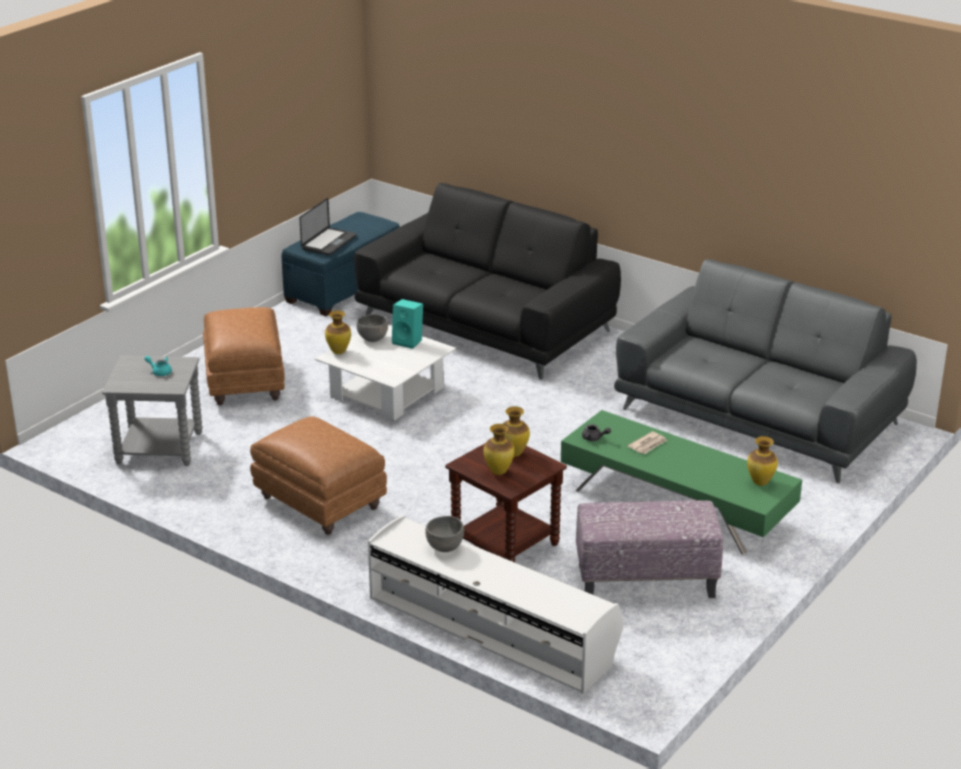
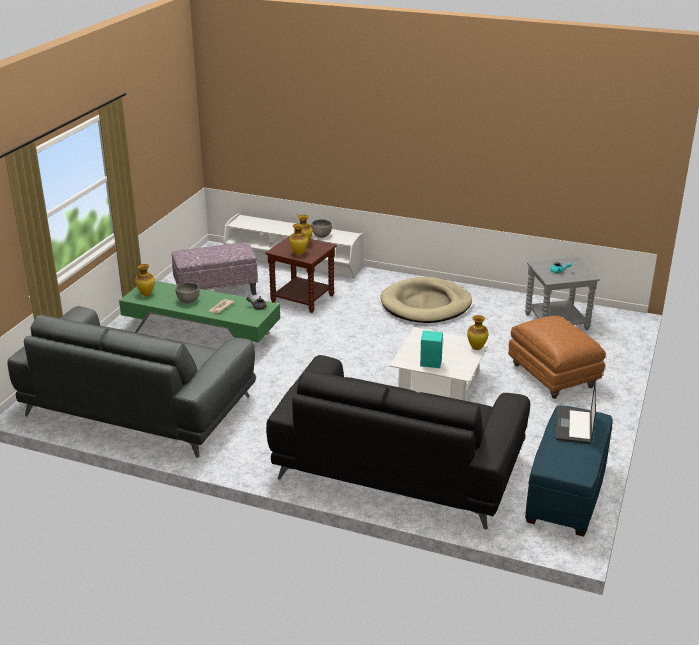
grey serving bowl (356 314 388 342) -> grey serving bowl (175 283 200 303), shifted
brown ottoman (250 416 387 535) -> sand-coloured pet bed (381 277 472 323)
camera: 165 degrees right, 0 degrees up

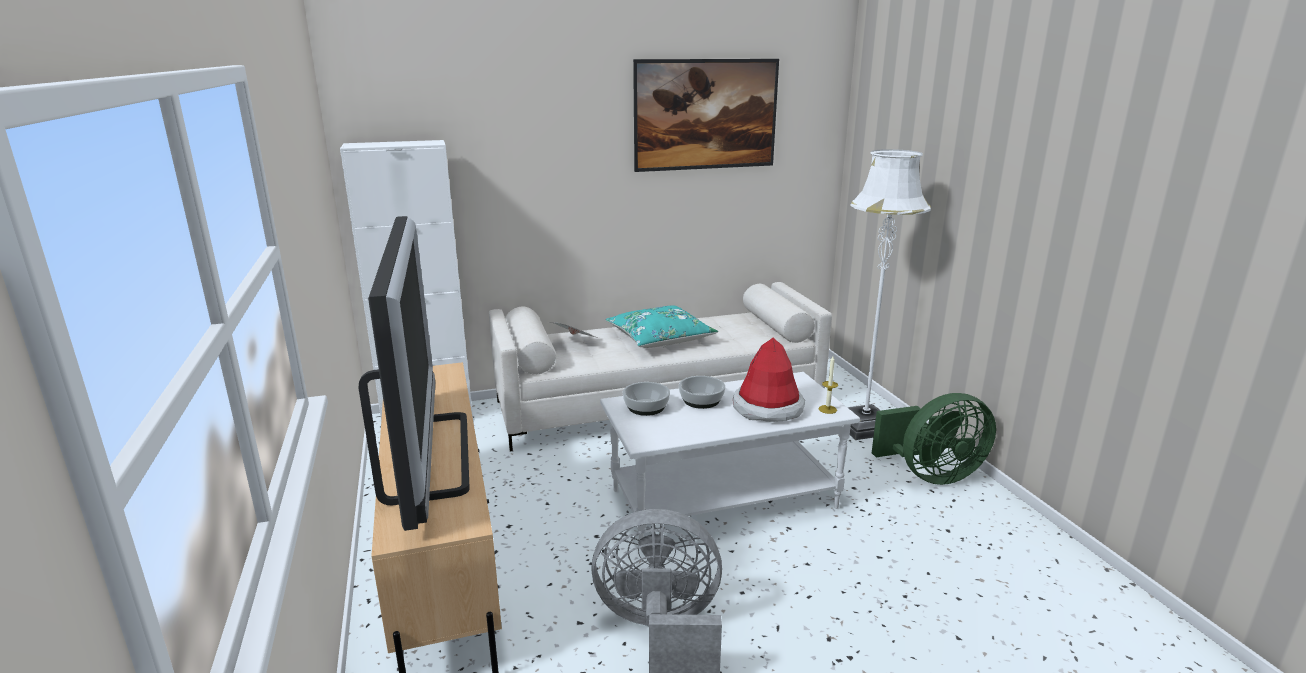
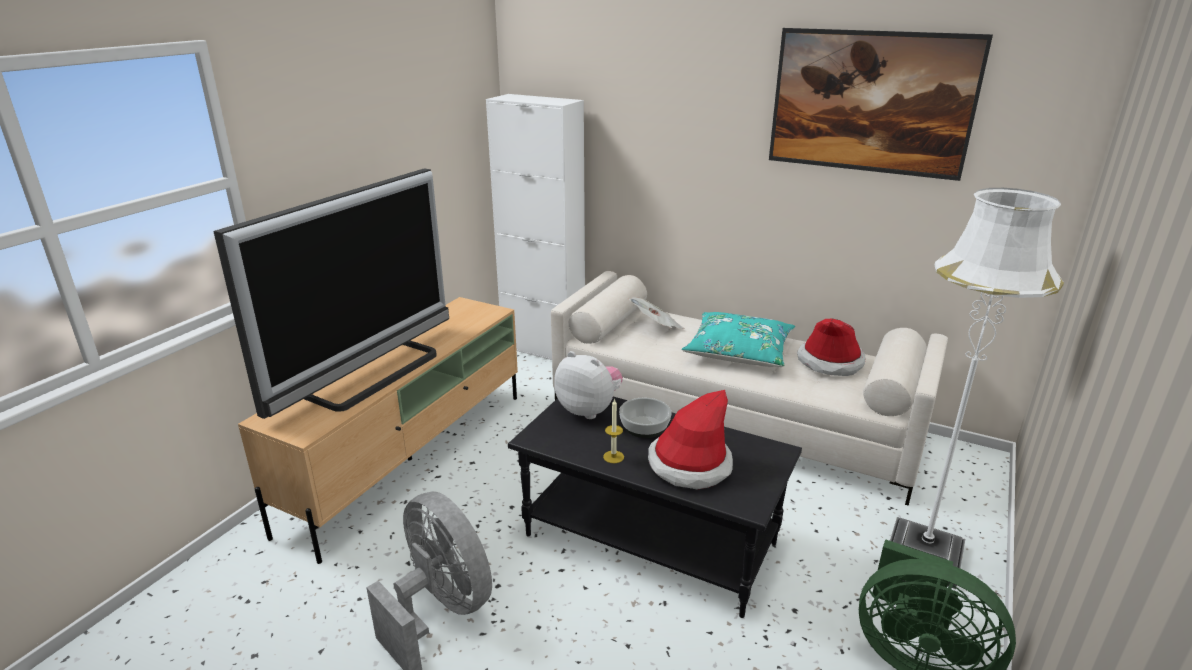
wax light (818 356 838 414) -> wax light (603 398 624 463), shifted
whitish coffee table (600 372 860 540) -> black coffee table (508 397 802 618)
serving bowl (623 382 670 416) -> soft toy (554 351 623 419)
none -> wearable hat (797 319 865 376)
camera: 45 degrees right, 5 degrees up

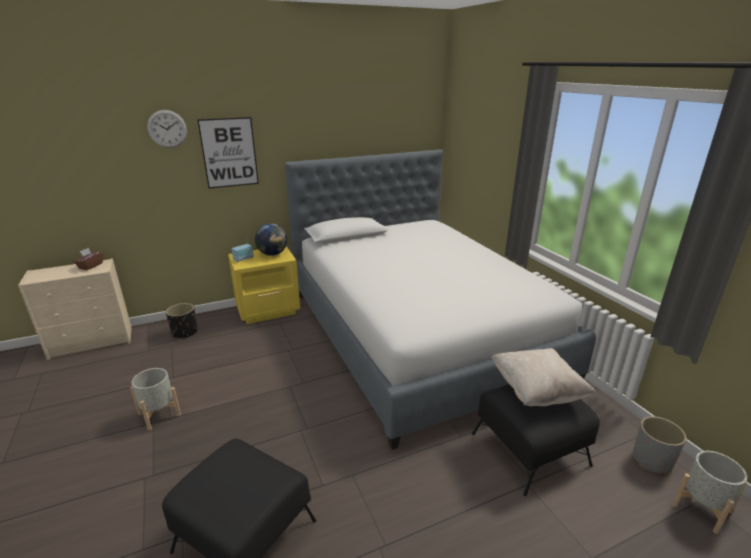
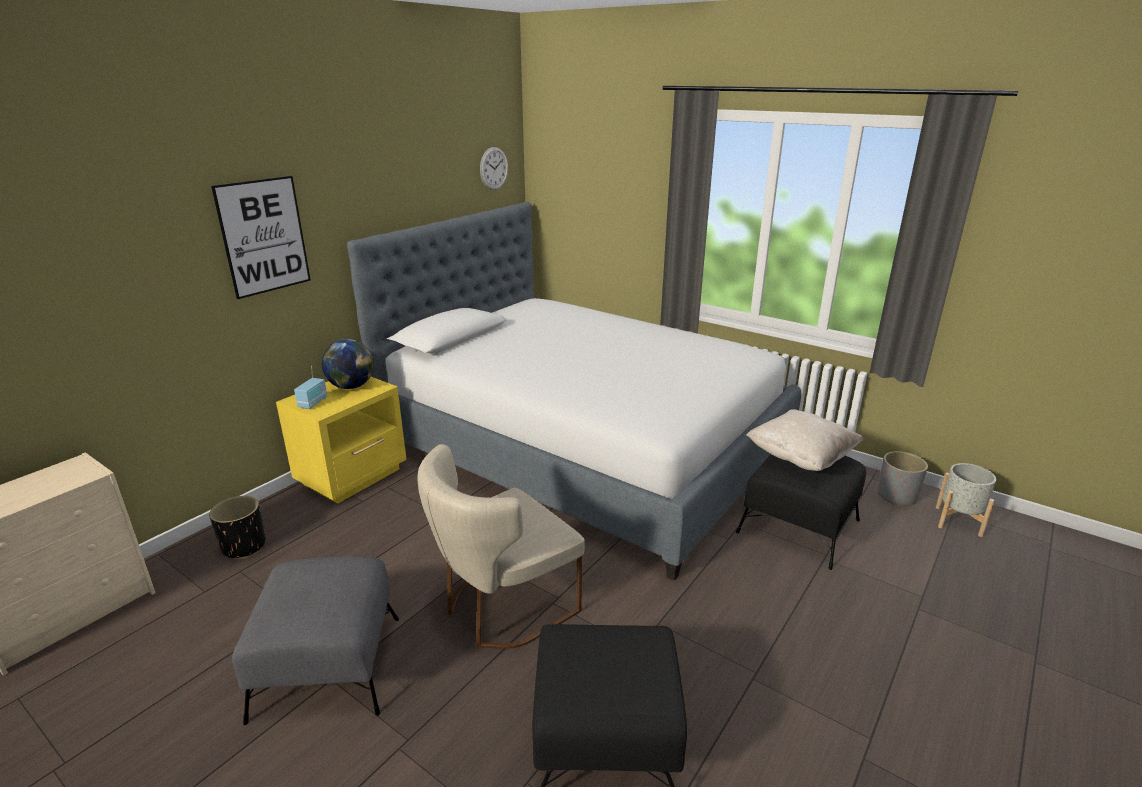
clock on the wall (147 110 187 148) -> clock on the wall (480 147 508 190), shifted
brown tissue holder (74 248 103 270) -> none
grey planter (130 368 181 430) -> grey ottoman (232 557 399 725)
none -> sand-coloured chair (417 444 585 649)
camera: 30 degrees left, 0 degrees up

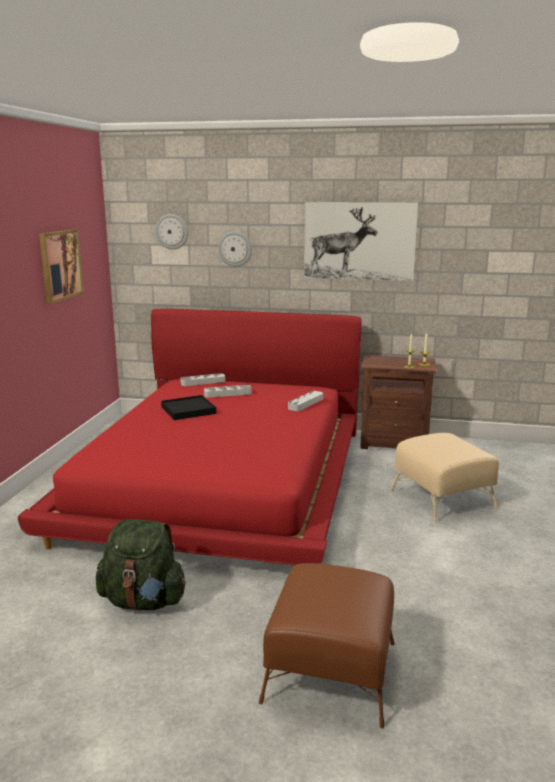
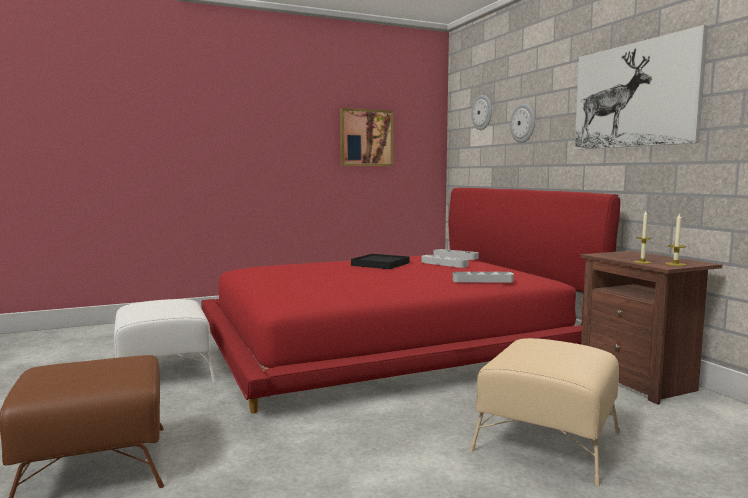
green knapsack (96 519 186 611) -> whitish ottoman (114 299 216 382)
camera: 55 degrees right, 10 degrees down

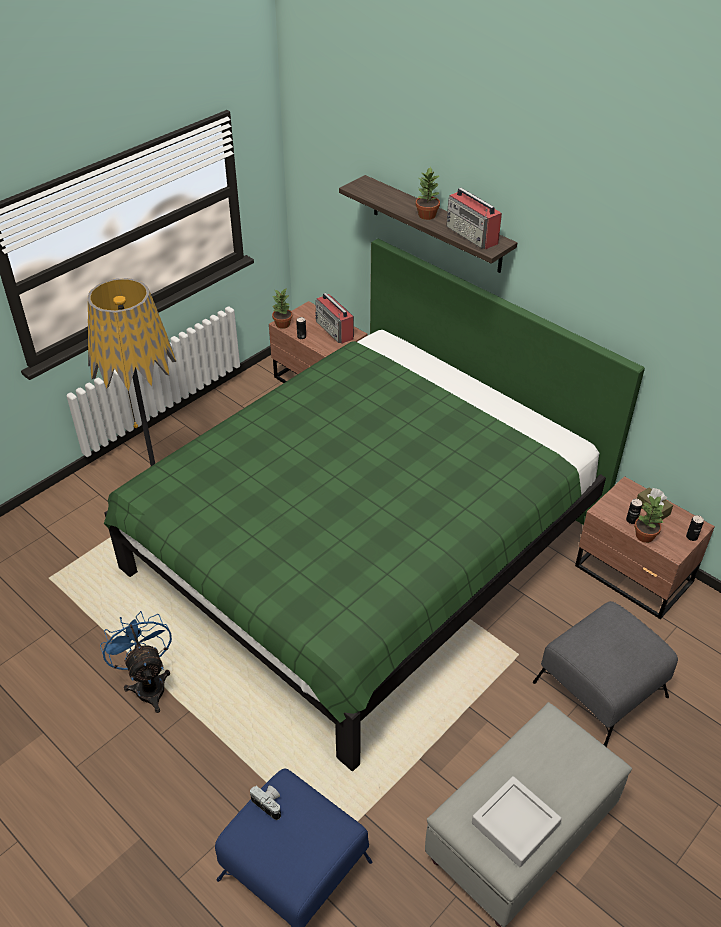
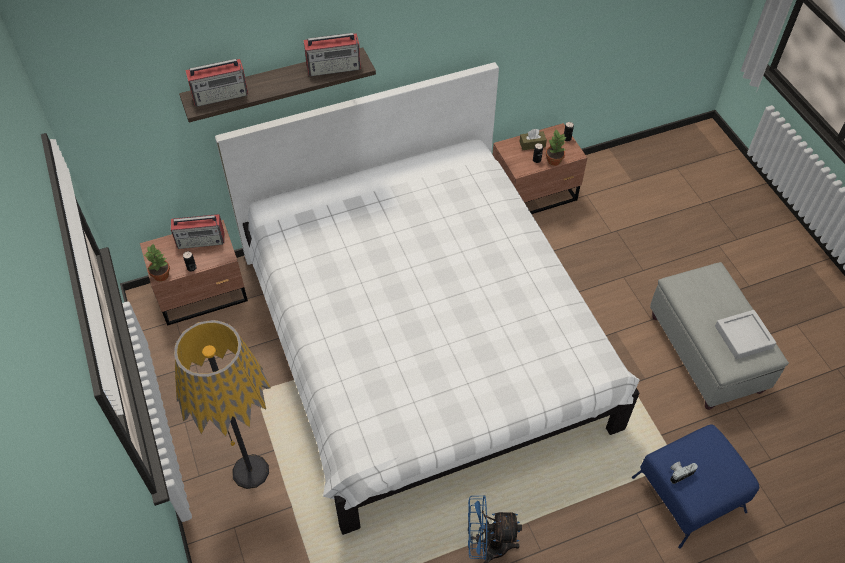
houseplant (416 167 440 220) -> none
green bedroom bed (104 239 645 771) -> whitish bedroom bed (215 62 640 535)
grey ottoman (533 601 678 747) -> none
none -> radio (185 59 248 107)
camera: 65 degrees left, 10 degrees up

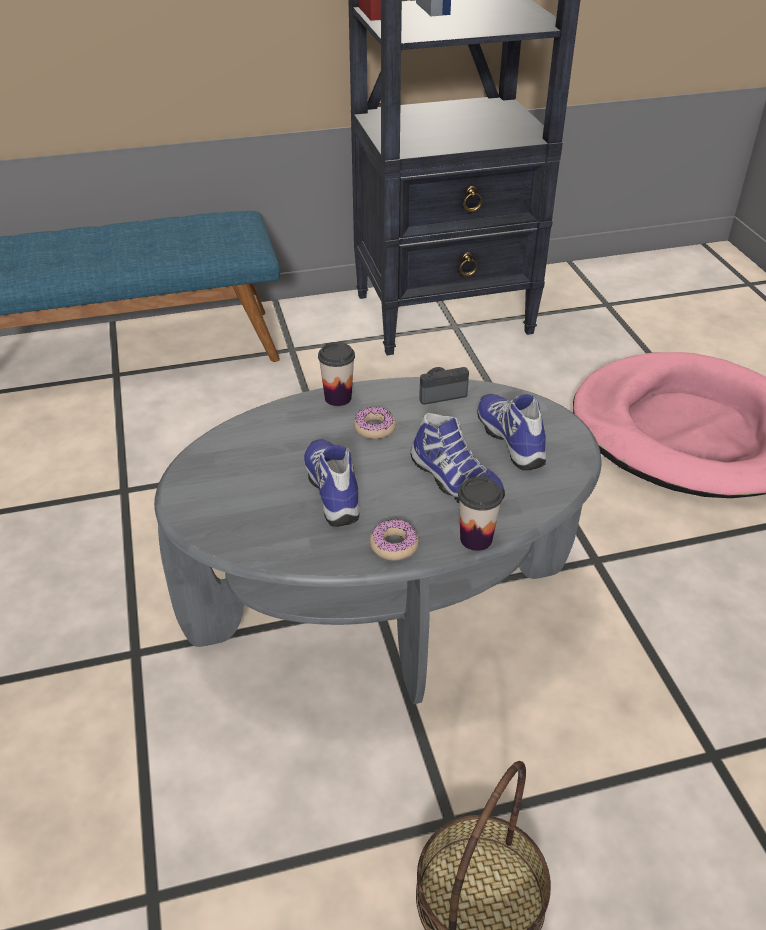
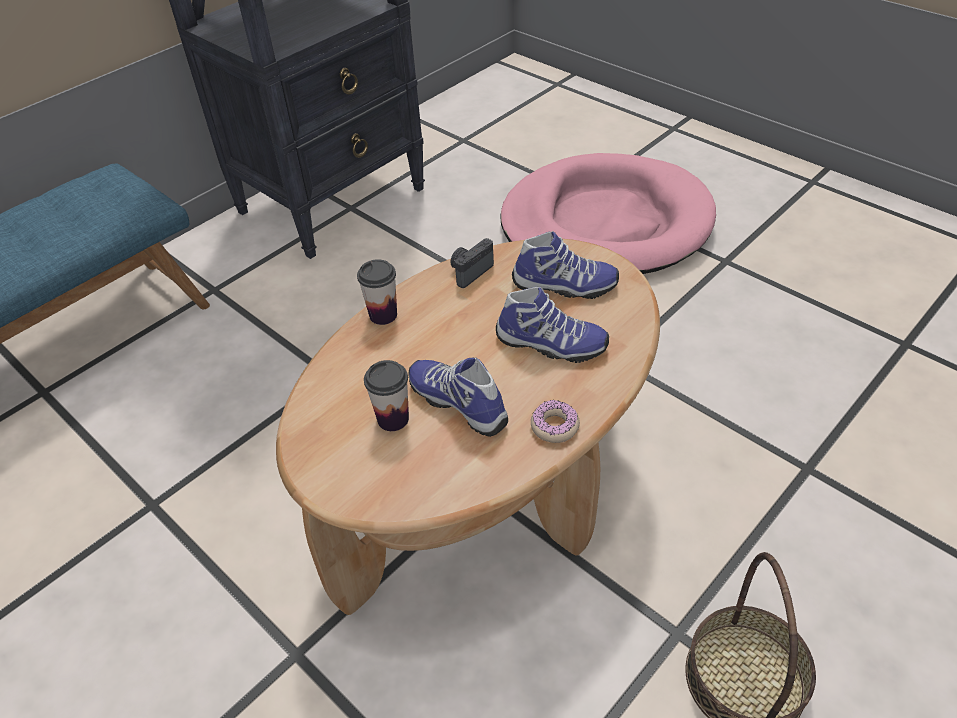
grey coffee table (154 377 601 704) -> brown coffee table (276 239 660 615)
shoe (477 394 546 471) -> shoe (512 231 619 299), 150 degrees clockwise
doughnut (354 407 396 439) -> none
drinking cup (458 476 503 551) -> drinking cup (364 360 409 431), shifted
camera: 30 degrees left, 5 degrees up

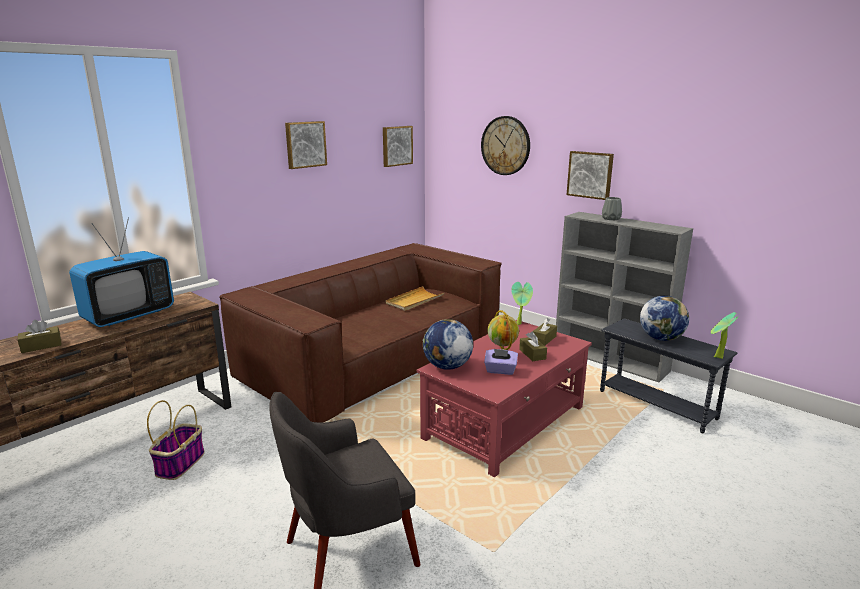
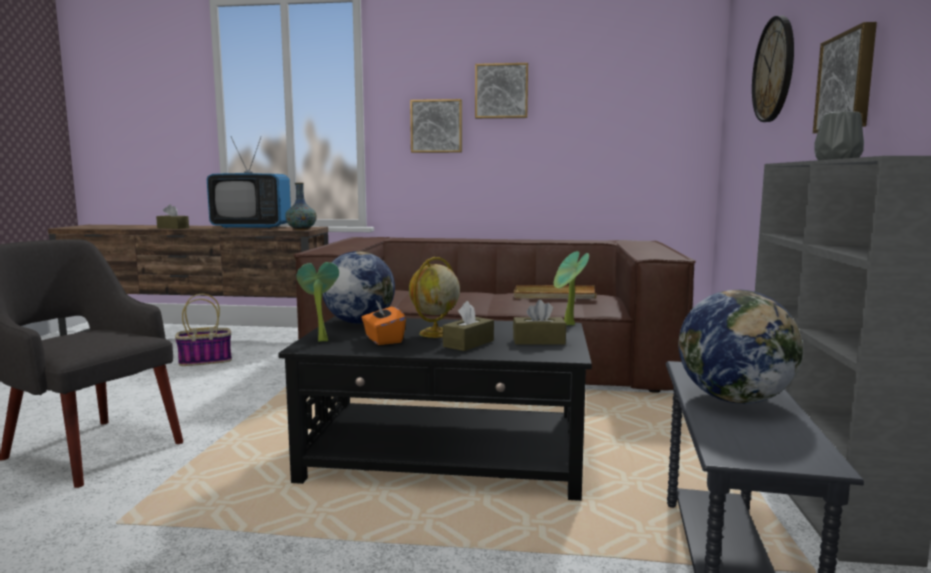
wall picture (383 126 413 167) -> wall picture (410 99 462 153), shifted
houseplant (711 312 738 359) -> houseplant (296 262 339 342), shifted
red-coloured coffee table (417 320 592 477) -> black coffee table (278 316 592 501)
purplish tissue holder (484 349 518 375) -> orangey tissue holder (361 301 406 345)
none -> flower vase (285 183 317 230)
camera: 55 degrees right, 10 degrees down

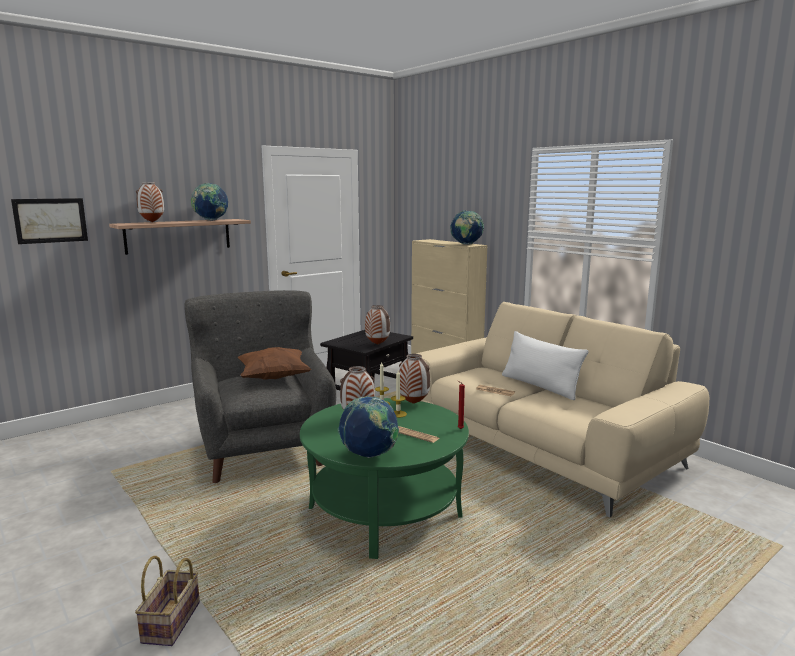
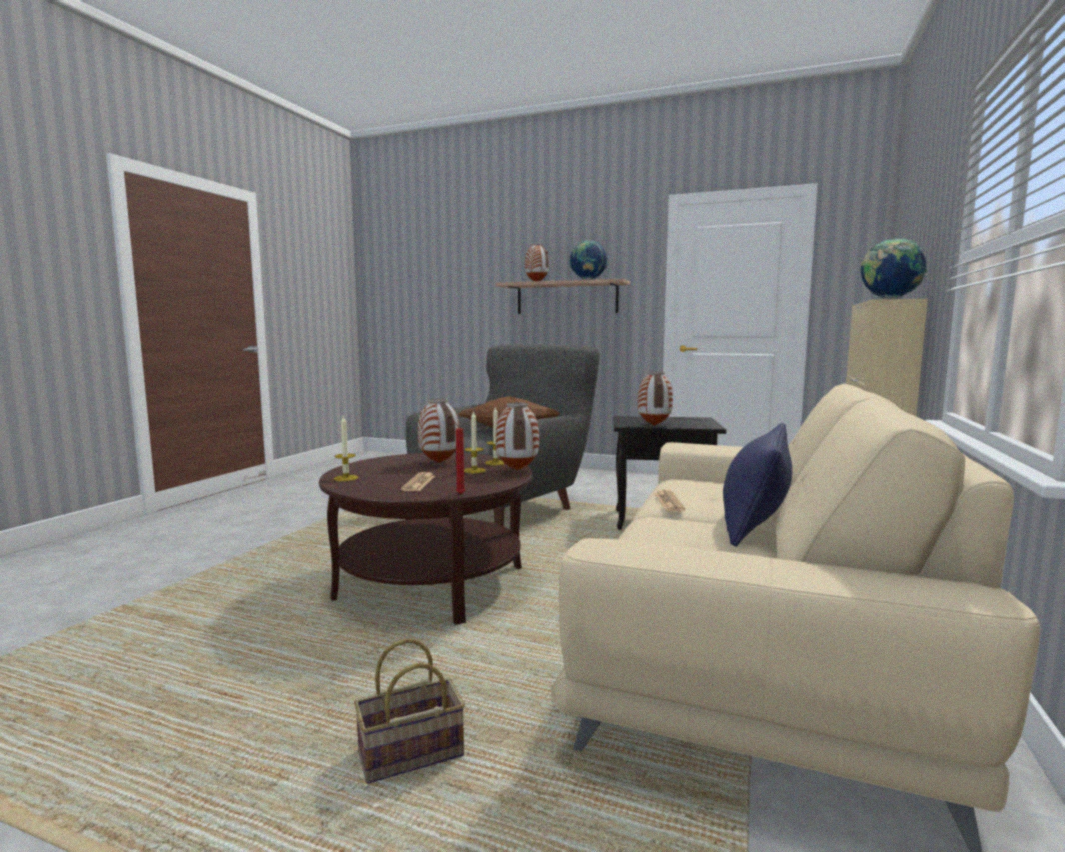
wall picture (11 198 88 244) -> none
whitish cushion (502 331 589 400) -> blue cushion (723 423 792 547)
globe (338 396 399 458) -> wax light (334 416 358 481)
green coffee table (300 398 469 559) -> brown coffee table (319 453 532 625)
household basket (135 556 200 646) -> household basket (354 638 465 784), shifted
camera: 60 degrees right, 5 degrees down

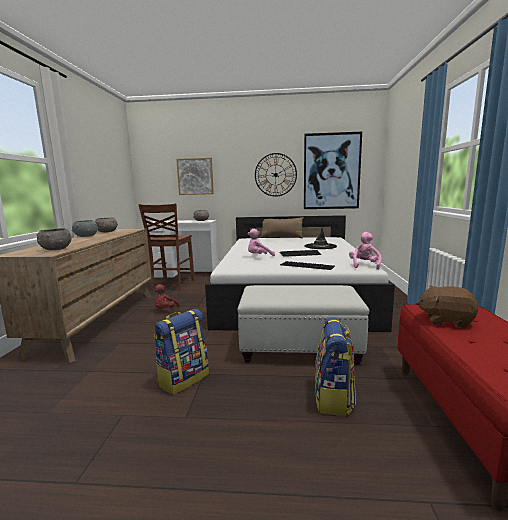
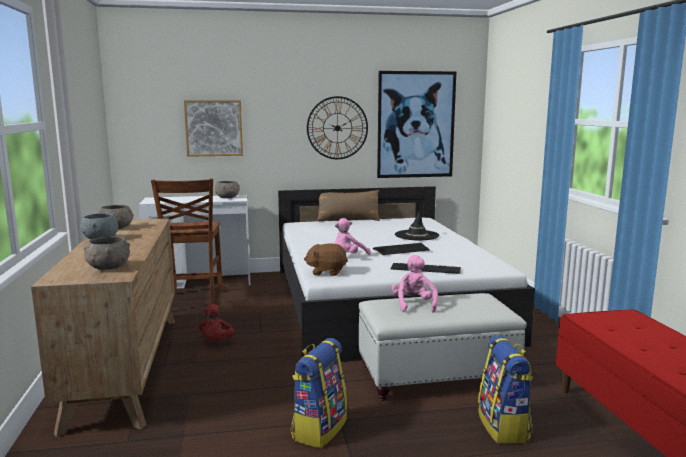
pink soft toy (349 232 382 270) -> pink soft toy (391 255 438 313), shifted
brown soft toy (416 286 478 328) -> brown soft toy (304 243 348 276), shifted
camera: 15 degrees left, 0 degrees up

